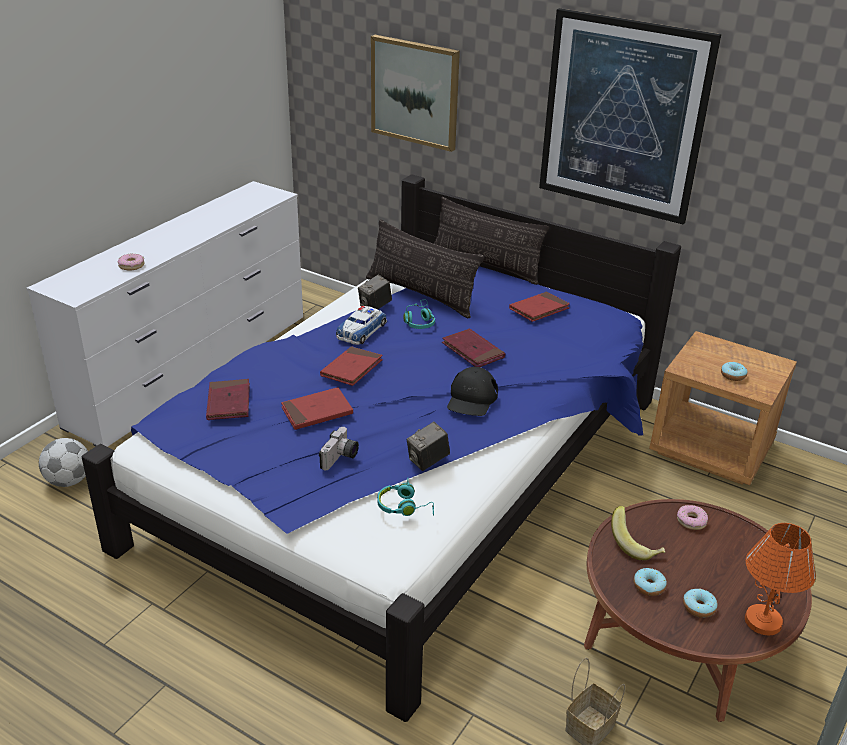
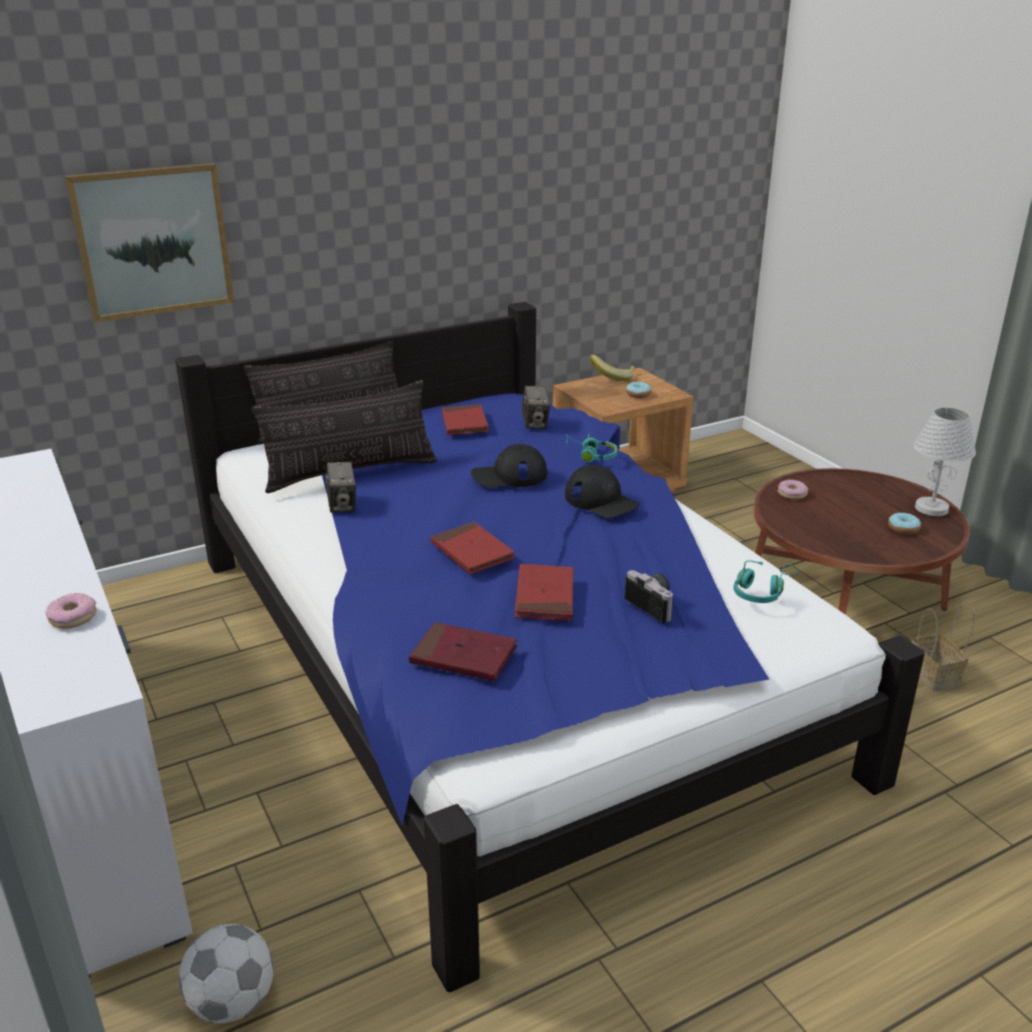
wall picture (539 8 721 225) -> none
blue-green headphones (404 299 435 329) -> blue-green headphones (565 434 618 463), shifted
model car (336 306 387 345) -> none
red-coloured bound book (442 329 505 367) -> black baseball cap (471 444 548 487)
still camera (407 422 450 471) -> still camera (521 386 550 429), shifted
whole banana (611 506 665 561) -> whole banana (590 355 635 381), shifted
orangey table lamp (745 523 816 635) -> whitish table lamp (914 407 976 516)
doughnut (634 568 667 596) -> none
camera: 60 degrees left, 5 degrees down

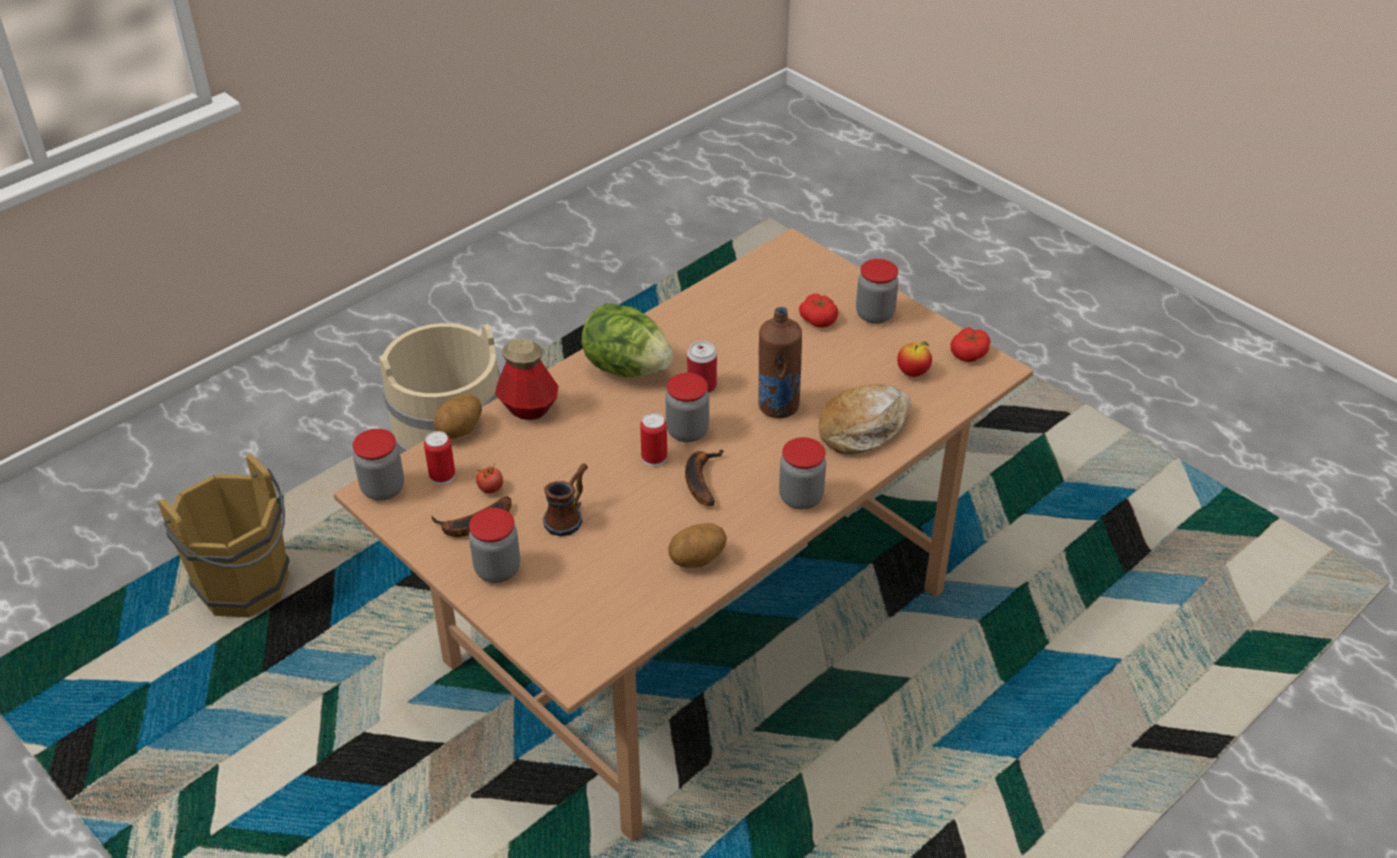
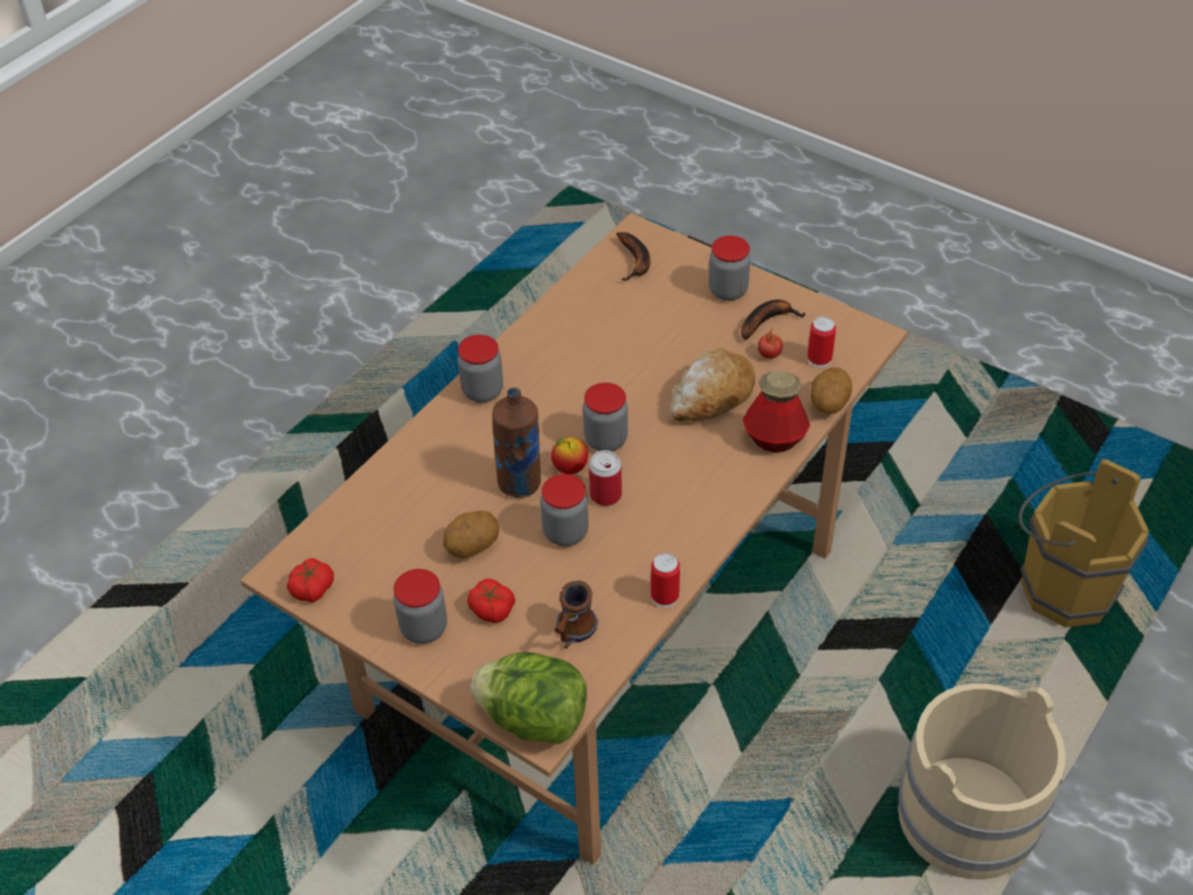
lettuce head (581 303 673 377) -> lettuce head (471 652 587 744), shifted
whole apple (897 342 932 377) -> whole apple (551 437 588 474), shifted
bakery bread (819 384 911 455) -> bakery bread (669 348 755 421), shifted
metal can (640 413 667 466) -> metal can (651 553 680 607), shifted
jar (353 429 404 501) -> jar (540 474 588 546), shifted
whole banana (685 449 724 506) -> whole banana (616 232 650 281), shifted
mug (543 463 588 536) -> mug (554 581 598 649), shifted
spud (668 523 727 568) -> spud (443 511 499 558), shifted
camera: 170 degrees right, 5 degrees up

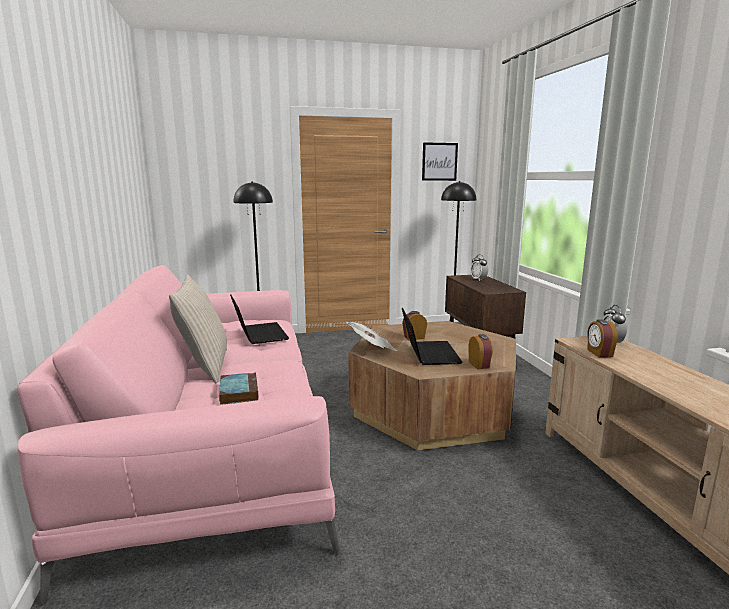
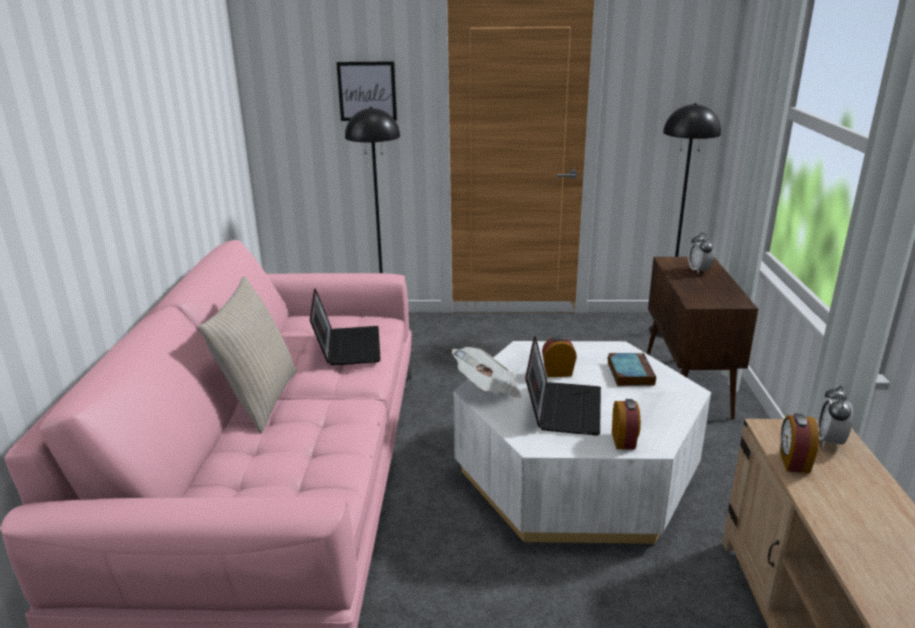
wall picture (422 142 458 181) -> wall picture (336 61 397 121), shifted
brown coffee table (348 321 516 450) -> whitish coffee table (454 341 711 544)
bound book (219 372 258 405) -> bound book (608 353 656 386), shifted
camera: 15 degrees right, 10 degrees up

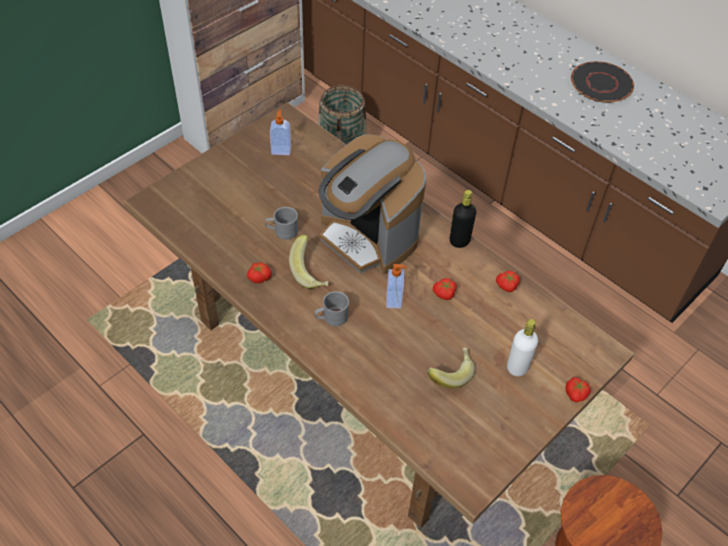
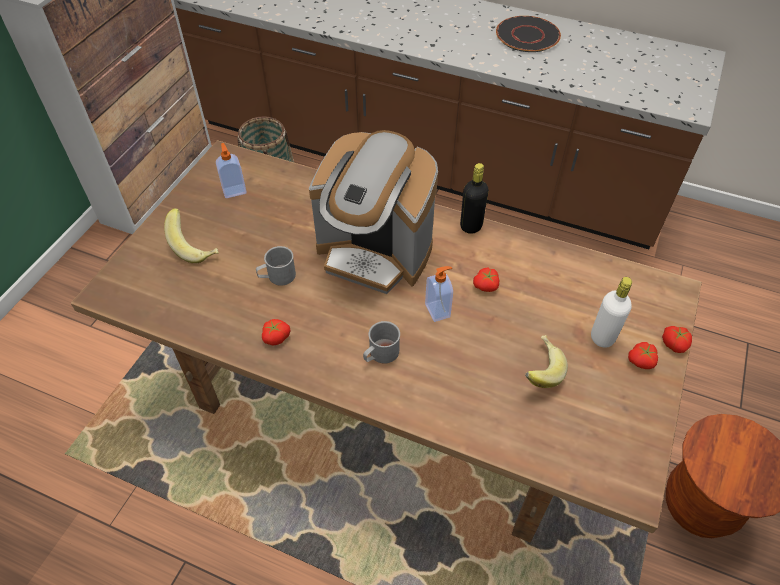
whole banana (289 235 328 289) -> whole banana (164 208 218 263), shifted
tomato (496 271 520 292) -> tomato (628 342 658 369), shifted
camera: 20 degrees left, 0 degrees up

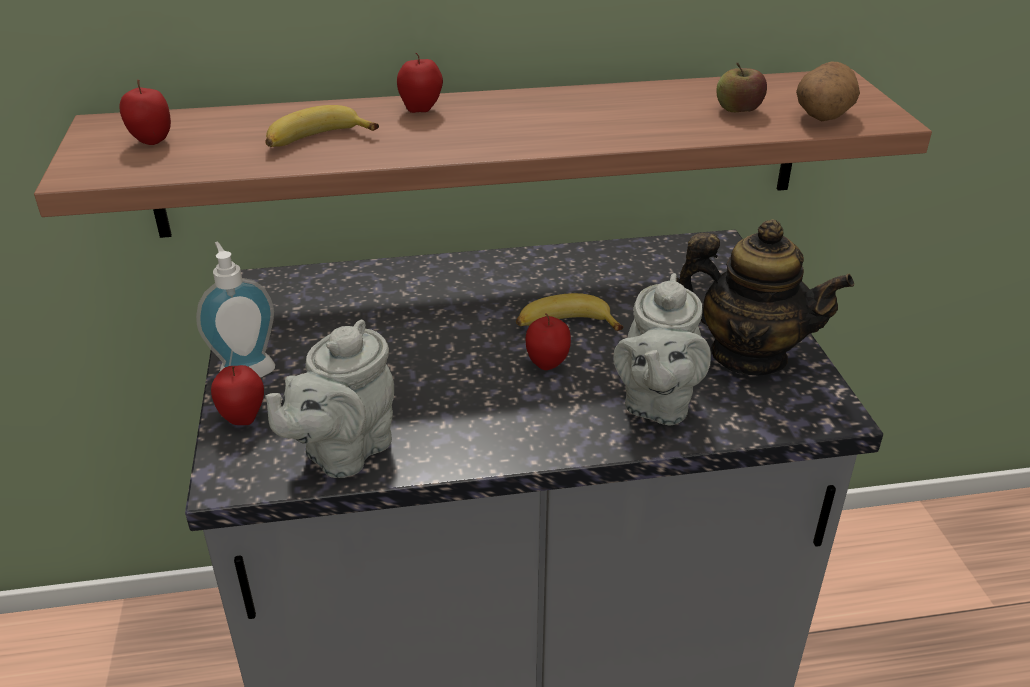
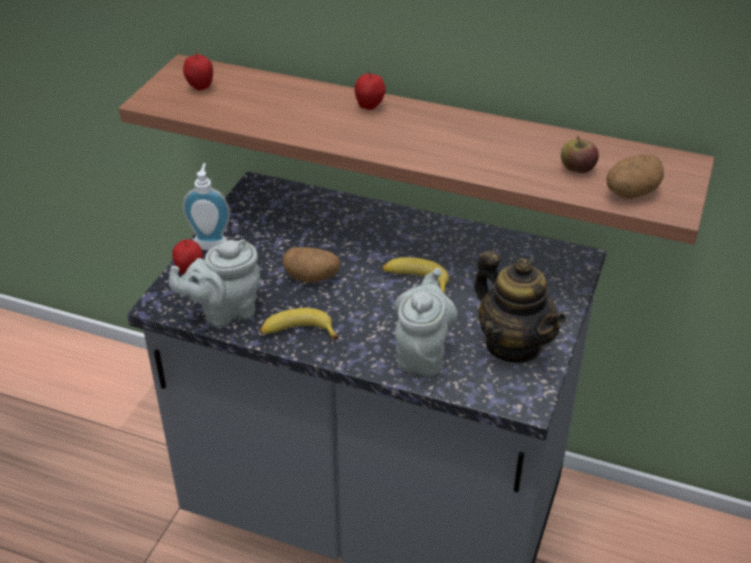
whole banana (265 105 379 147) -> whole banana (259 308 339 340), shifted
grey tea pot (613 273 711 425) -> grey tea pot (394 268 457 376), 150 degrees clockwise
whole apple (526 313 571 370) -> none
none -> spud (283 247 340 283)
camera: 30 degrees right, 5 degrees up

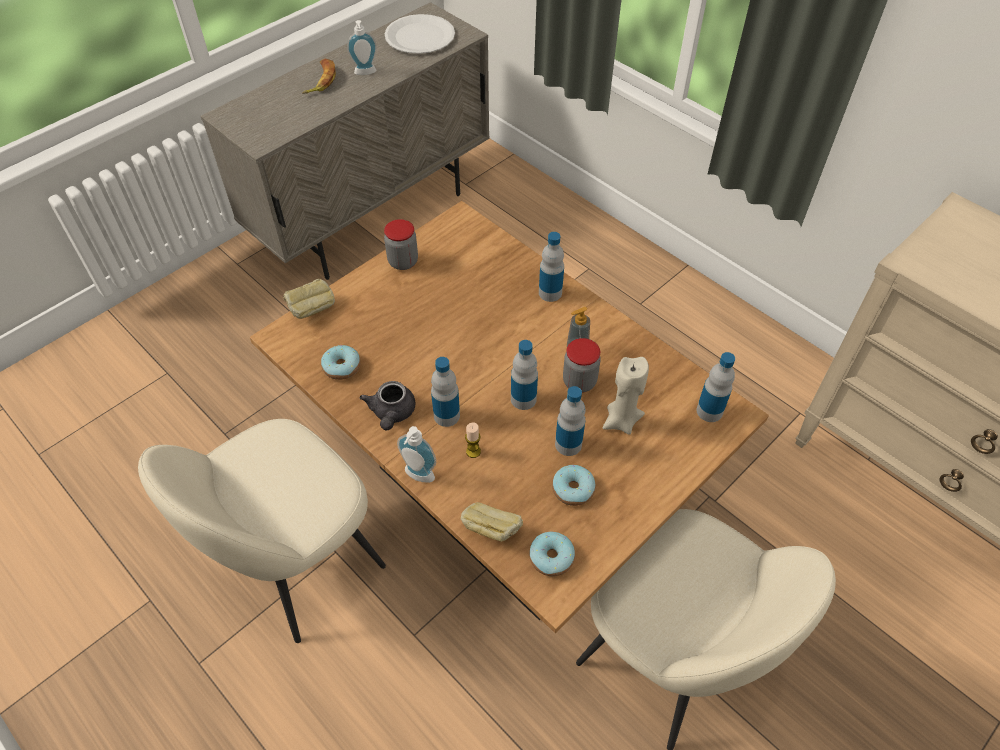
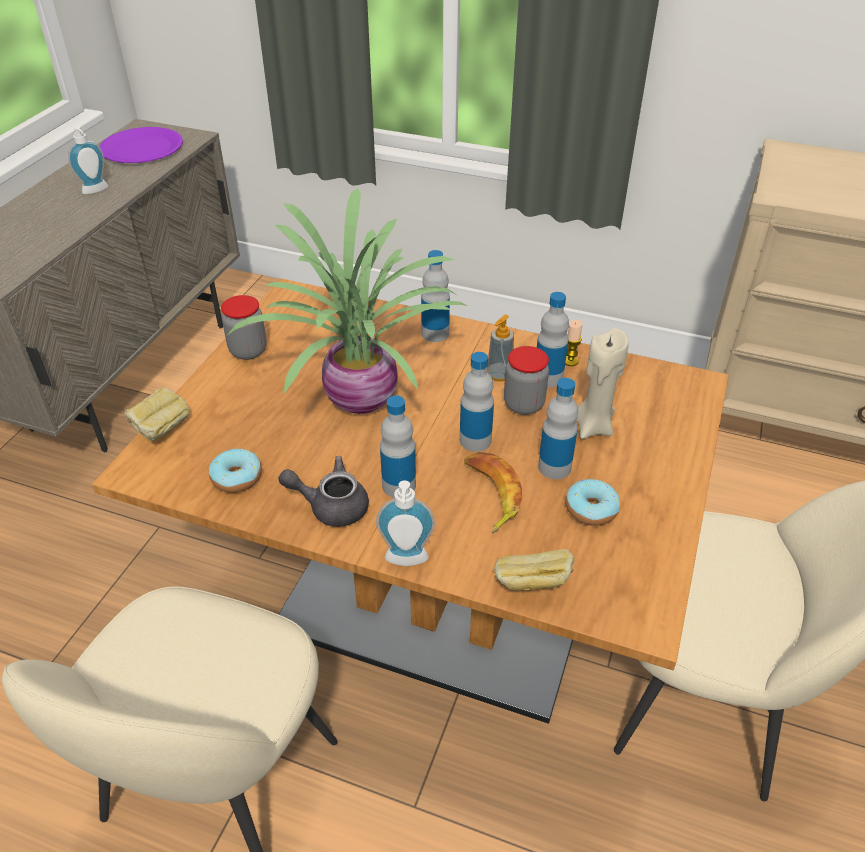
whitish plate (385 14 455 54) -> purplish plate (99 127 183 163)
whole banana (302 59 336 94) -> whole banana (464 452 522 533), shifted
drink bottle (697 352 735 422) -> drink bottle (537 292 569 387), shifted
grey tea pot (359 381 415 430) -> grey tea pot (278 456 369 527), 120 degrees clockwise
wax light (465 423 481 458) -> wax light (565 320 582 366), shifted
doughnut (529 532 575 576) -> none
none -> houseplant (227 188 468 414)
camera: 25 degrees left, 10 degrees down

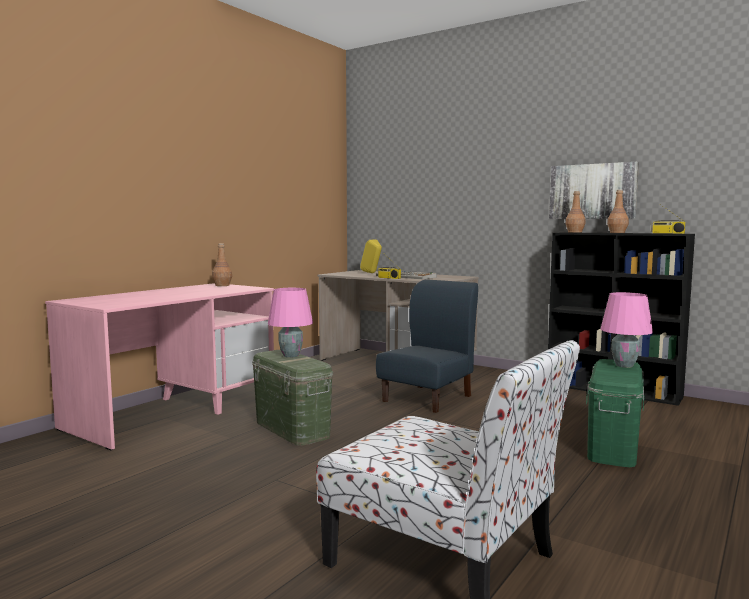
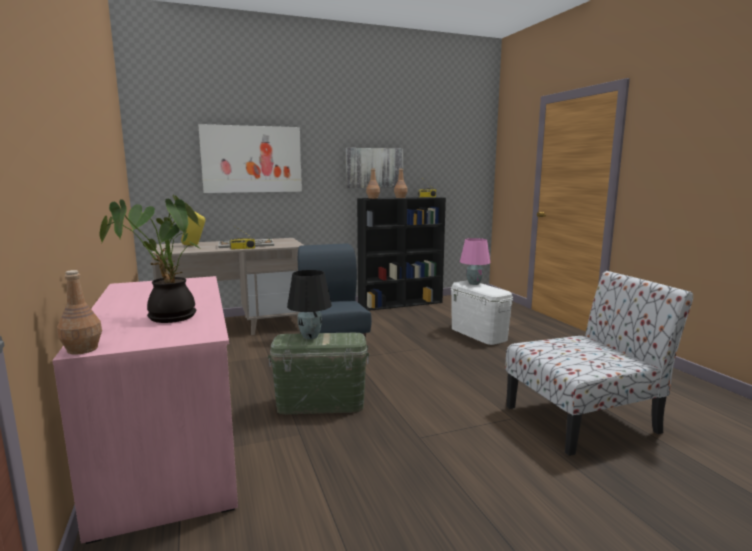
brown drink bottle (212 243 232 286) -> brown drink bottle (57 270 102 355), shifted
pink table lamp (268 288 313 358) -> black table lamp (287 270 332 339)
green storage bin (586 359 644 467) -> whitish storage bin (451 281 513 345)
none -> wall picture (198 124 302 193)
none -> houseplant (99 194 199 323)
camera: 55 degrees left, 5 degrees up

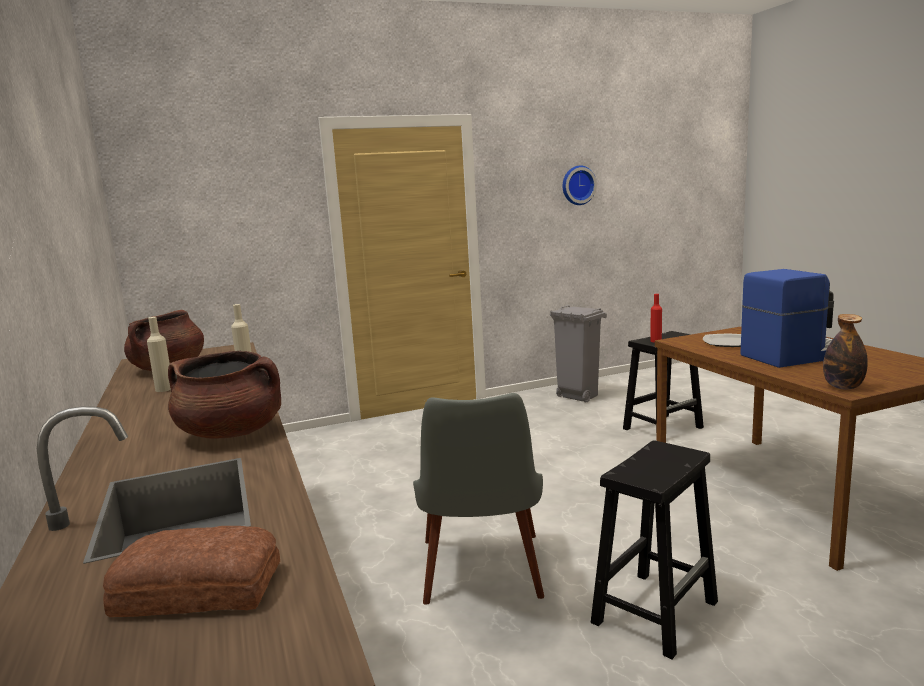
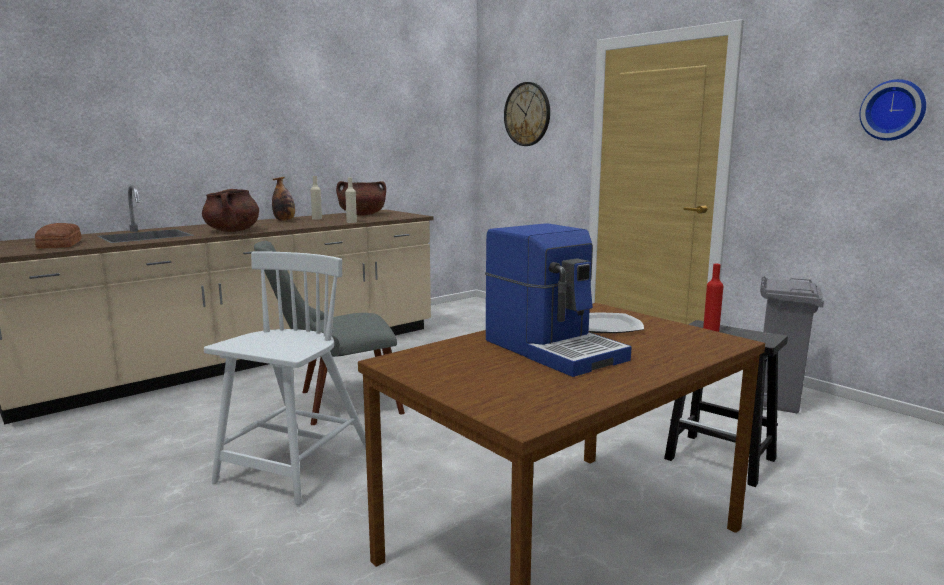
drink bottle (823 314 868 389) -> drink bottle (272 177 295 221), shifted
black sitting stool (591 441 718 659) -> whitish chair (204 251 366 505)
none -> clock on the wall (504 82 550 146)
camera: 70 degrees right, 0 degrees up

